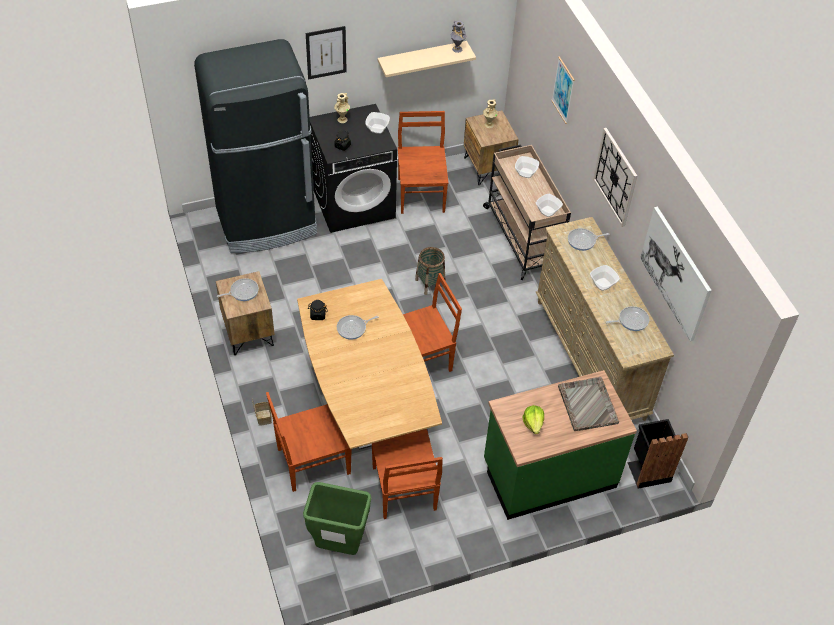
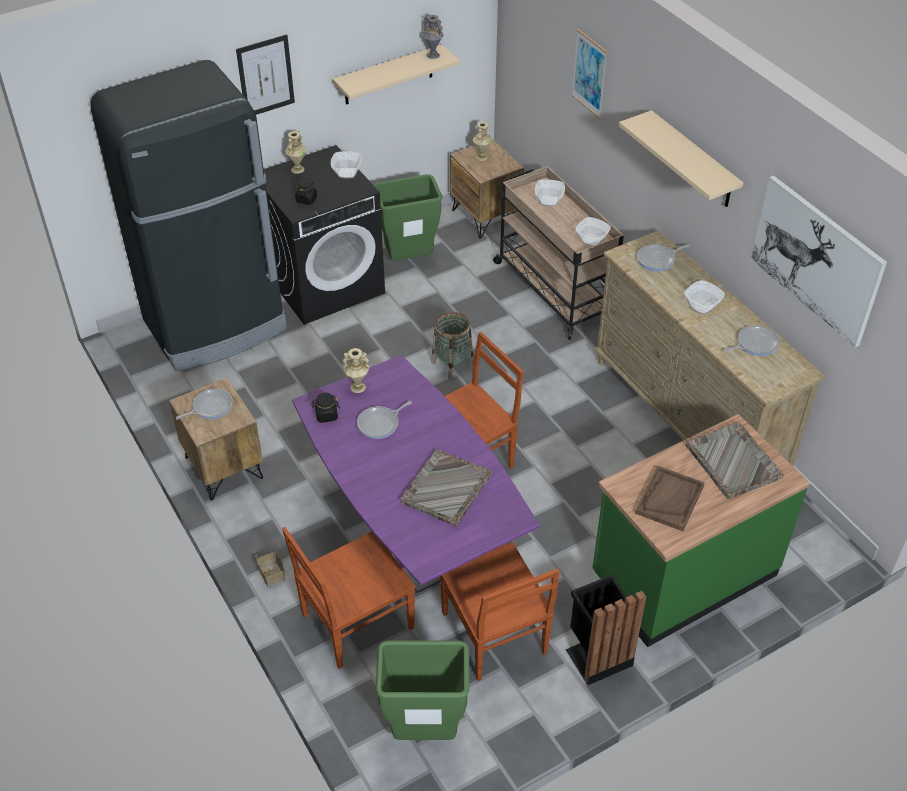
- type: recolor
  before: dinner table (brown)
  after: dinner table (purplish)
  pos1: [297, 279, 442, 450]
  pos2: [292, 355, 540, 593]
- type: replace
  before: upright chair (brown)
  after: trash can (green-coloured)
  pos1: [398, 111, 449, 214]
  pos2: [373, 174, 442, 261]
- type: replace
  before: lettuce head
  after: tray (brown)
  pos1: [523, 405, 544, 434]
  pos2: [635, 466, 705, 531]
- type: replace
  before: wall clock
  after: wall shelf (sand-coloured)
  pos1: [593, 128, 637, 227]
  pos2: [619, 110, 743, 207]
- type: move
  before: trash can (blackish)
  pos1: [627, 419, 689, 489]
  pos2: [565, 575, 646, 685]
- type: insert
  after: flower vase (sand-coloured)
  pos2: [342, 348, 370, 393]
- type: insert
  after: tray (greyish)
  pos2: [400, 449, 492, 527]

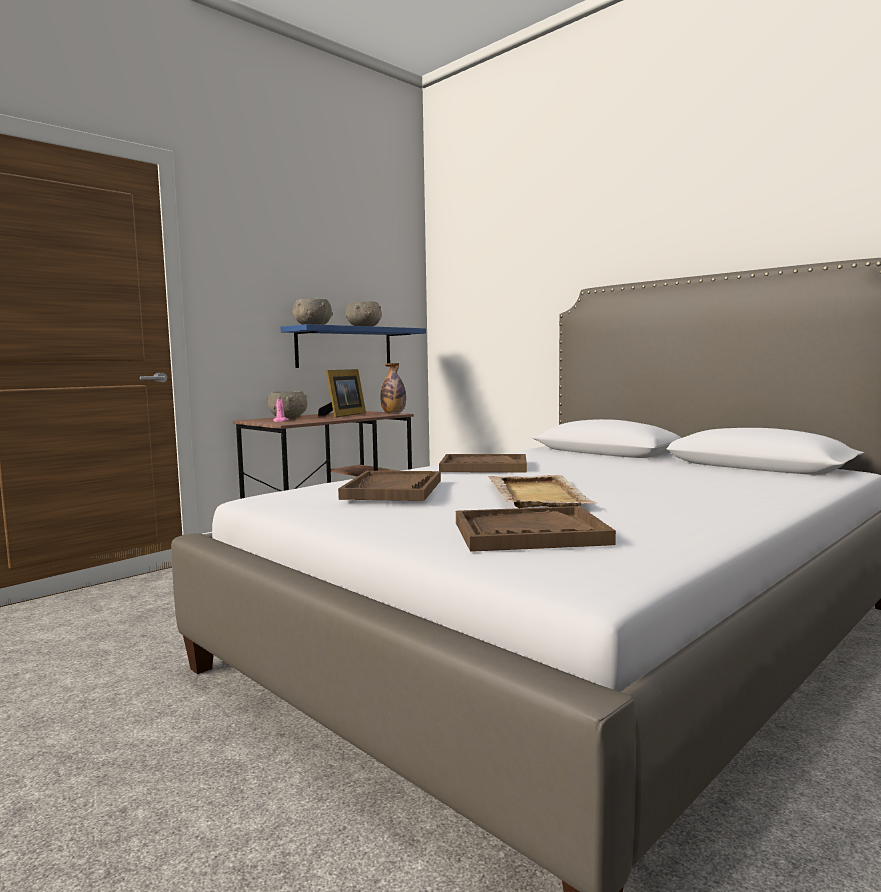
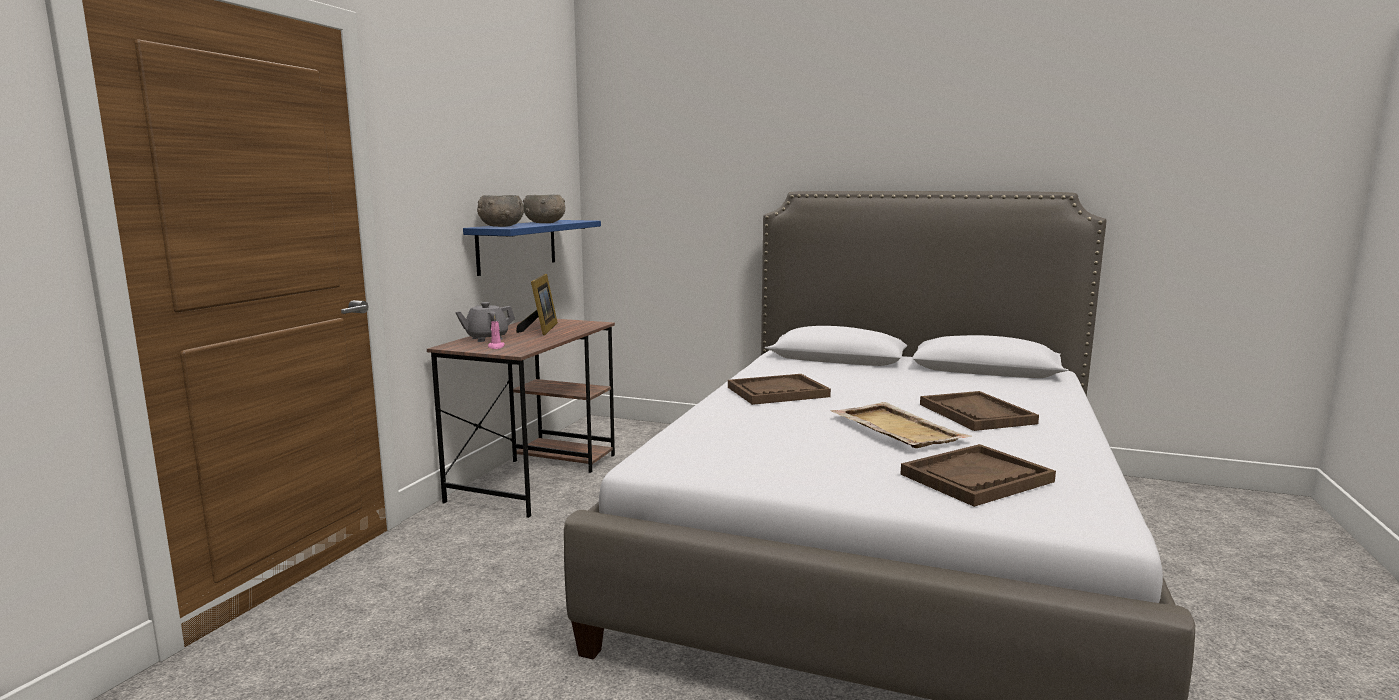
- type: replace
  before: deep dish (greyish)
  after: teapot (greyish)
  pos1: [267, 391, 308, 418]
  pos2: [455, 302, 515, 342]
- type: move
  before: tray (brown)
  pos1: [338, 471, 441, 501]
  pos2: [920, 391, 1039, 431]
- type: delete
  before: beverage bottle
  pos1: [380, 363, 406, 413]

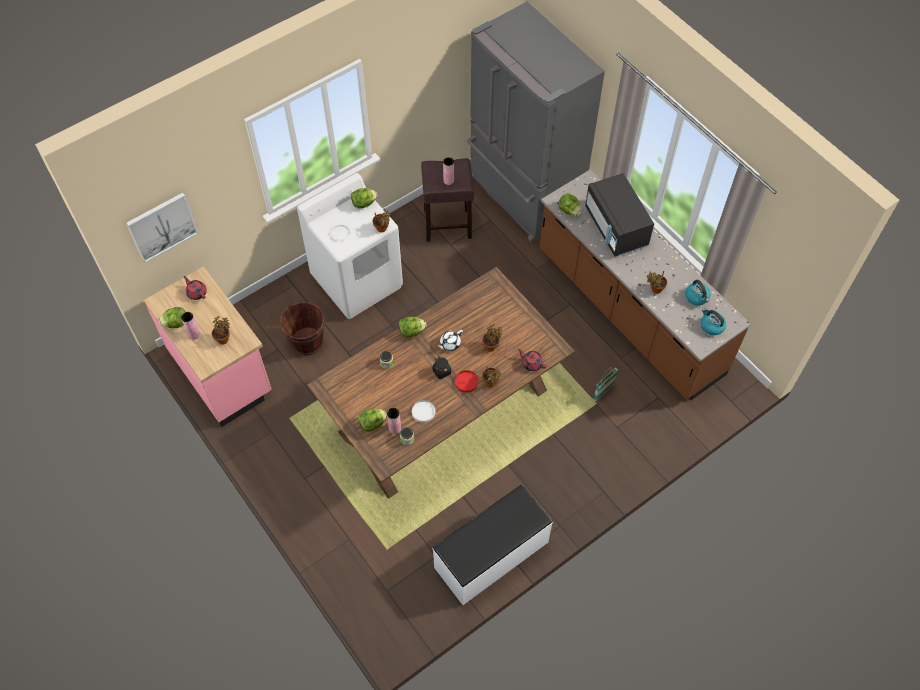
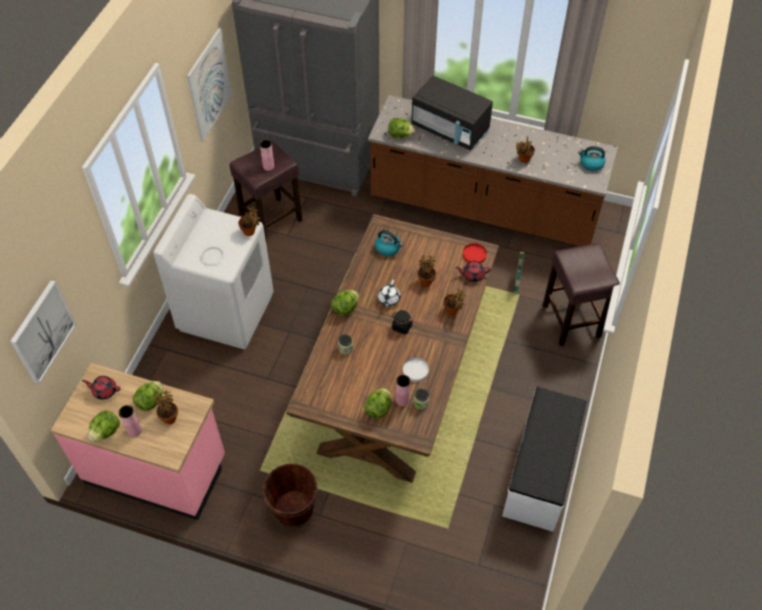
- type: move
  before: bucket (brown)
  pos1: [280, 302, 324, 355]
  pos2: [263, 464, 317, 528]
- type: move
  before: lettuce head
  pos1: [351, 188, 378, 209]
  pos2: [133, 381, 163, 411]
- type: move
  before: dinner plate (reddish)
  pos1: [455, 370, 478, 393]
  pos2: [463, 243, 487, 263]
- type: move
  before: kettle
  pos1: [685, 280, 710, 305]
  pos2: [375, 230, 403, 256]
- type: insert
  after: wall picture
  pos2: [187, 28, 232, 142]
- type: insert
  after: stool seat (brown)
  pos2: [543, 243, 620, 346]

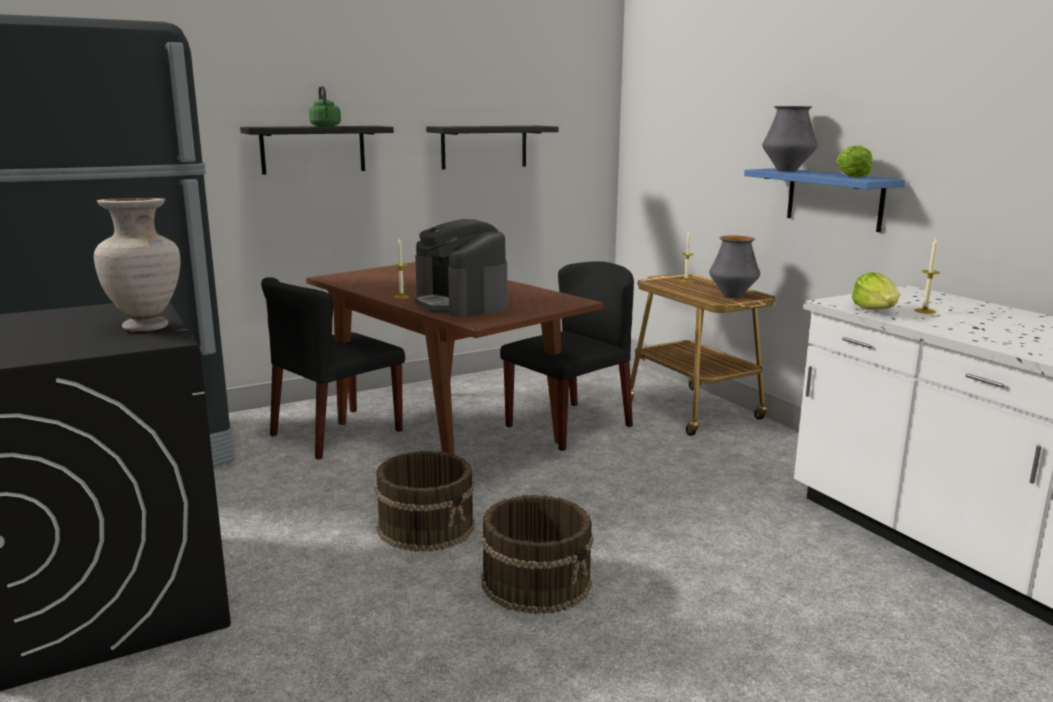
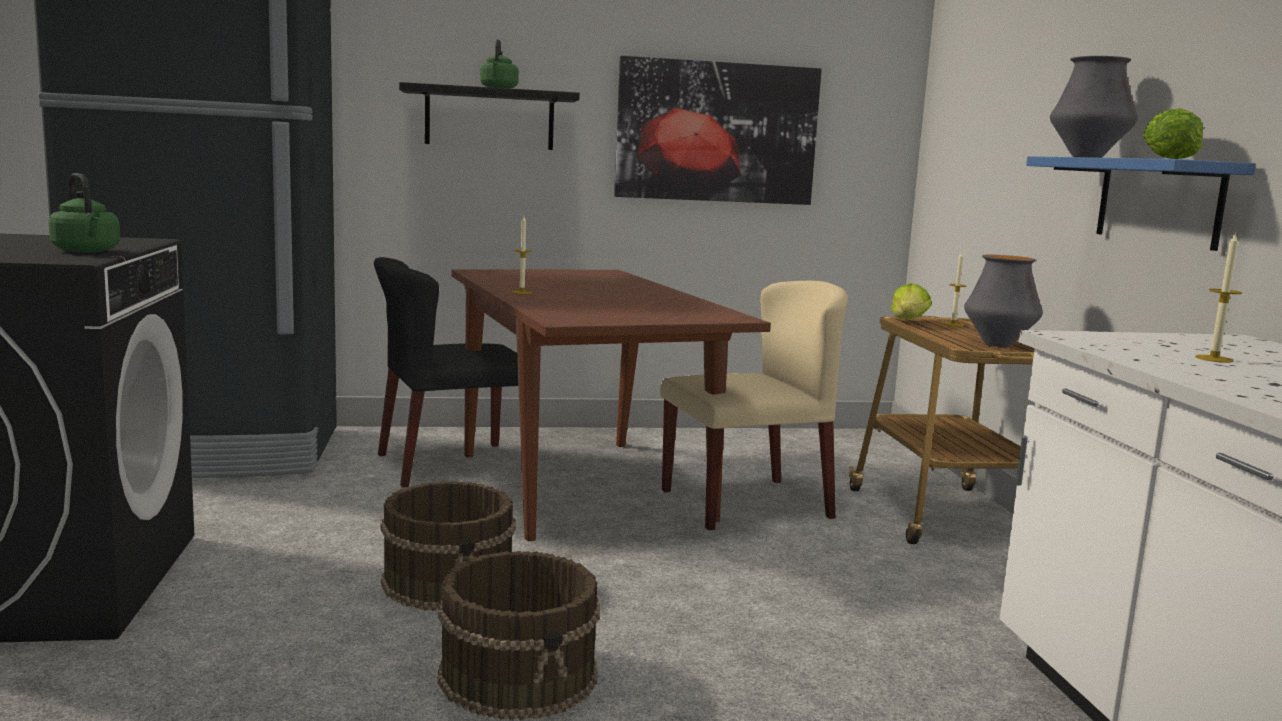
- type: replace
  before: flower vase (sand-coloured)
  after: kettle (green-coloured)
  pos1: [94, 198, 180, 331]
  pos2: [48, 173, 120, 253]
- type: delete
  before: coffee machine
  pos1: [414, 219, 508, 317]
- type: replace
  before: wall shelf (blackish)
  after: wall picture
  pos1: [426, 126, 559, 170]
  pos2: [614, 56, 822, 205]
- type: recolor
  before: upright chair (blackish)
  after: upright chair (sand-coloured)
  pos1: [500, 261, 634, 451]
  pos2: [660, 281, 848, 530]
- type: move
  before: lettuce head
  pos1: [852, 272, 900, 310]
  pos2: [891, 283, 932, 319]

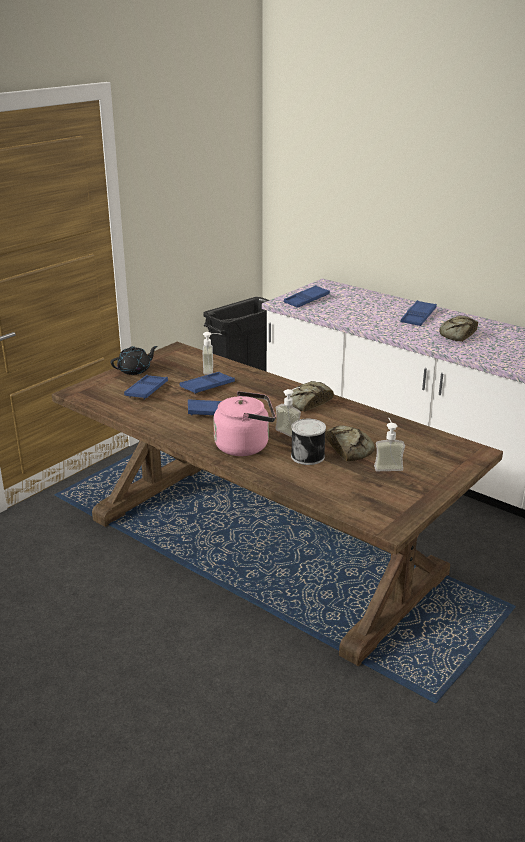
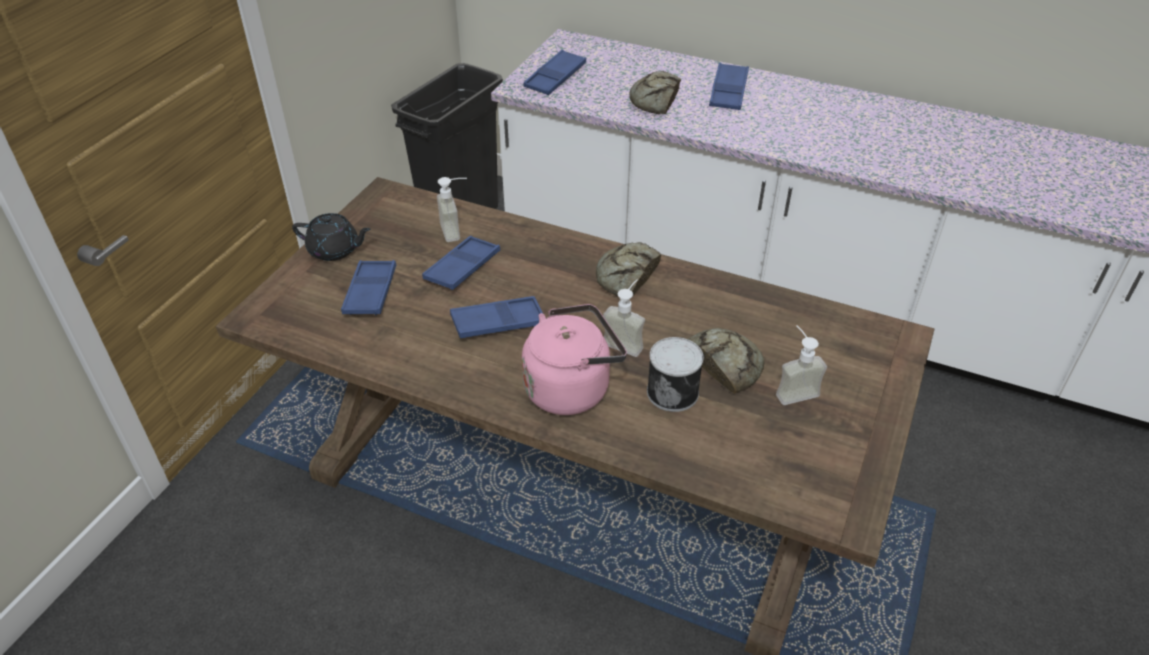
- type: rotate
  before: teapot (blackish)
  pos1: [111, 346, 158, 375]
  pos2: [292, 213, 371, 261]
  turn: 60
- type: move
  before: bakery bread
  pos1: [439, 315, 478, 342]
  pos2: [629, 71, 681, 114]

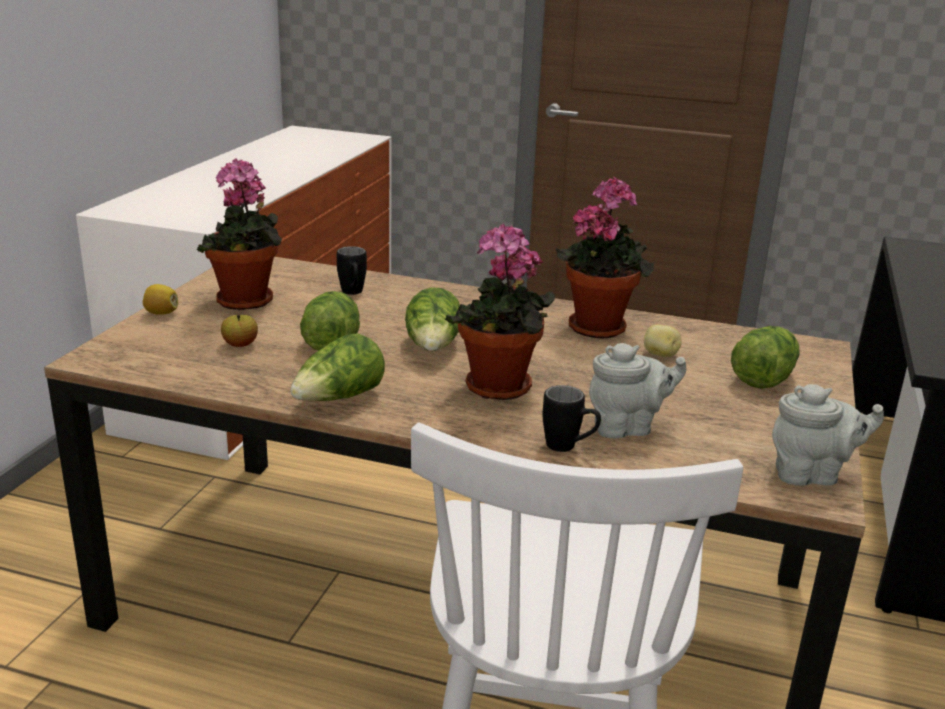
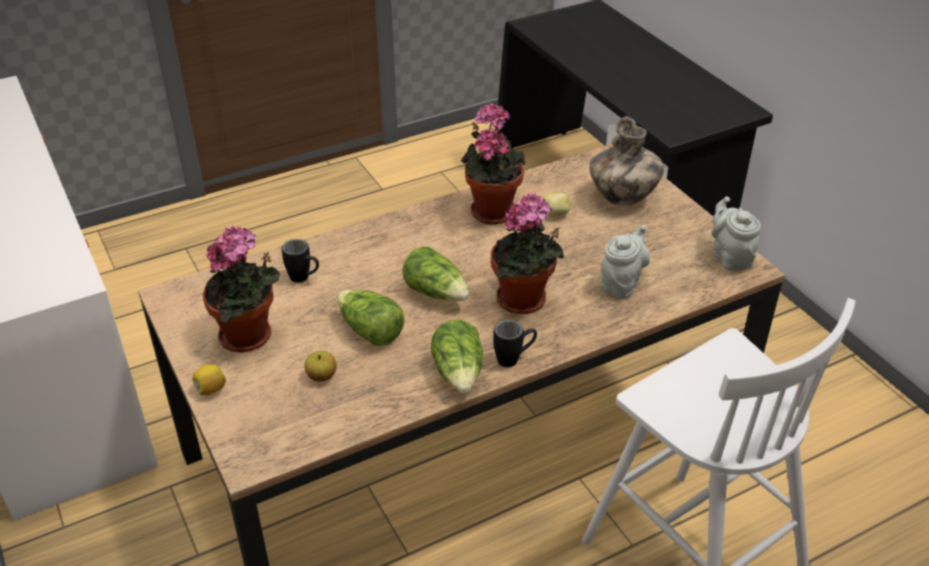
- type: move
  before: coffee mug (blackish)
  pos1: [543, 385, 601, 452]
  pos2: [493, 320, 537, 367]
- type: replace
  before: lettuce head
  after: flower vase
  pos1: [731, 326, 800, 389]
  pos2: [590, 116, 664, 206]
- type: rotate
  before: teapot (greyish)
  pos1: [772, 384, 884, 486]
  pos2: [711, 196, 761, 270]
  turn: -60

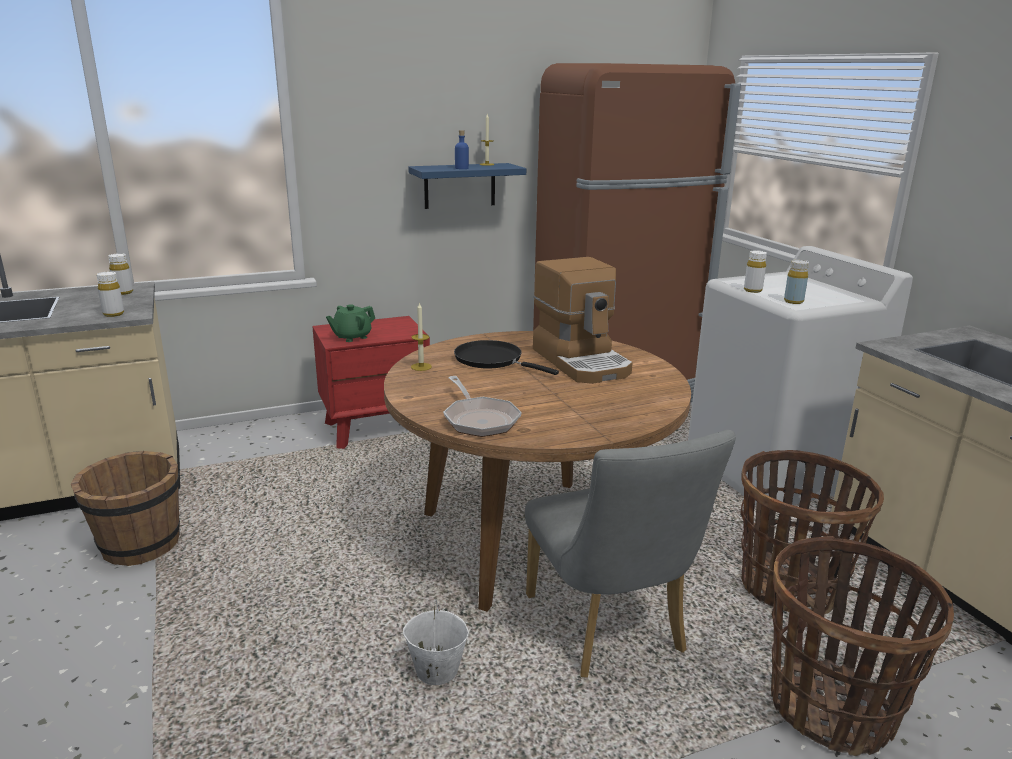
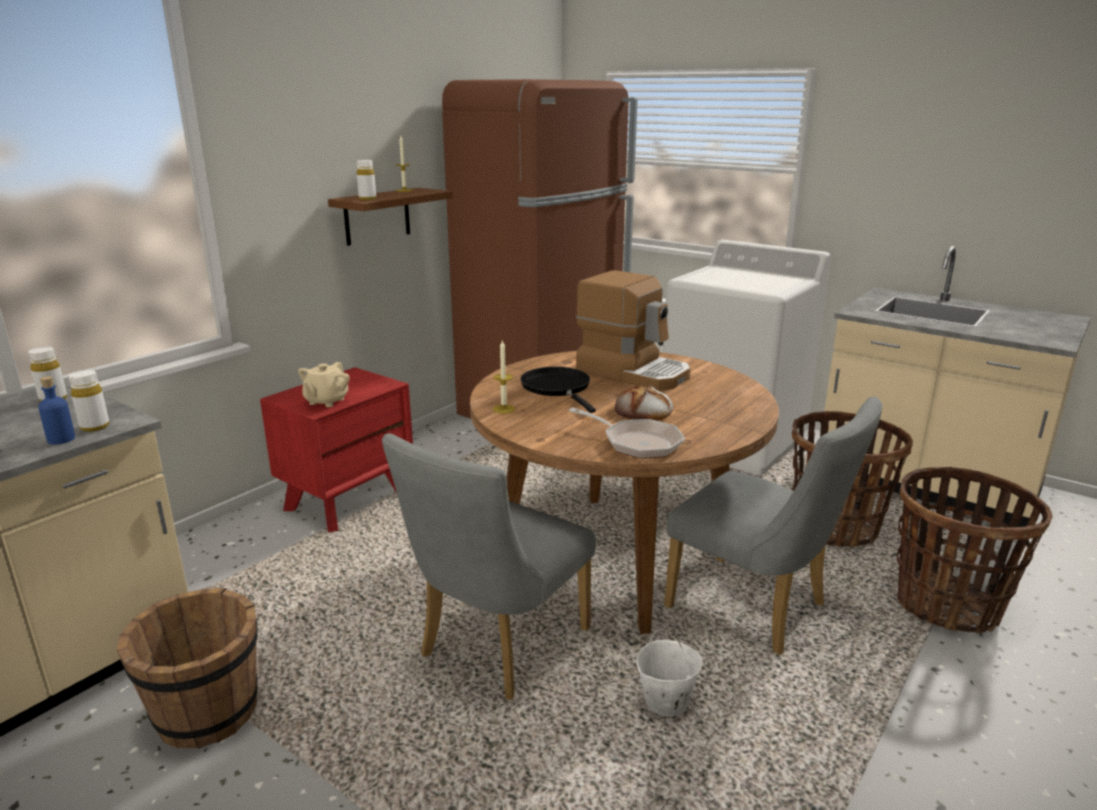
- type: recolor
  before: teapot (green-coloured)
  after: teapot (sand-coloured)
  pos1: [326, 304, 375, 342]
  pos2: [298, 362, 350, 407]
- type: recolor
  before: wall shelf (blue-coloured)
  after: wall shelf (brown)
  pos1: [408, 163, 526, 209]
  pos2: [328, 188, 453, 246]
- type: rotate
  before: pan (blackish)
  pos1: [454, 340, 559, 375]
  pos2: [520, 367, 596, 413]
  turn: 60
- type: move
  before: beverage bottle (blue-coloured)
  pos1: [455, 130, 469, 169]
  pos2: [38, 376, 75, 445]
- type: move
  before: beverage bottle (white)
  pos1: [744, 250, 767, 293]
  pos2: [357, 160, 376, 200]
- type: delete
  before: beverage bottle (yellow-coloured)
  pos1: [784, 260, 809, 304]
- type: insert
  after: upright chair (greyish)
  pos2: [382, 433, 596, 700]
- type: insert
  after: bakery bread
  pos2: [615, 385, 673, 421]

